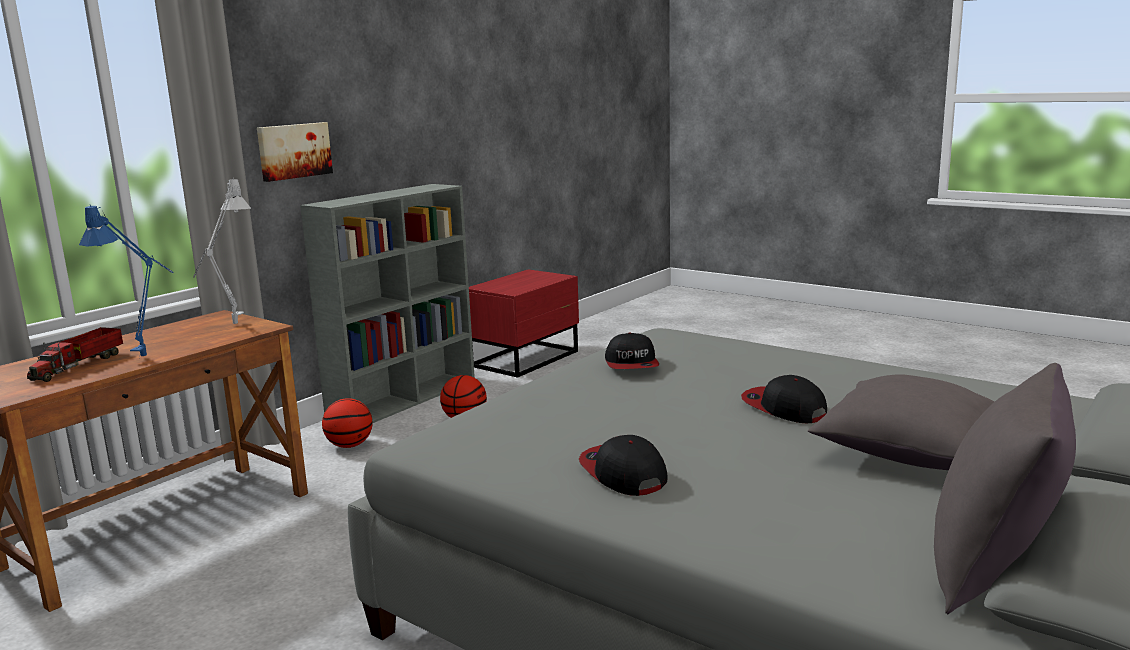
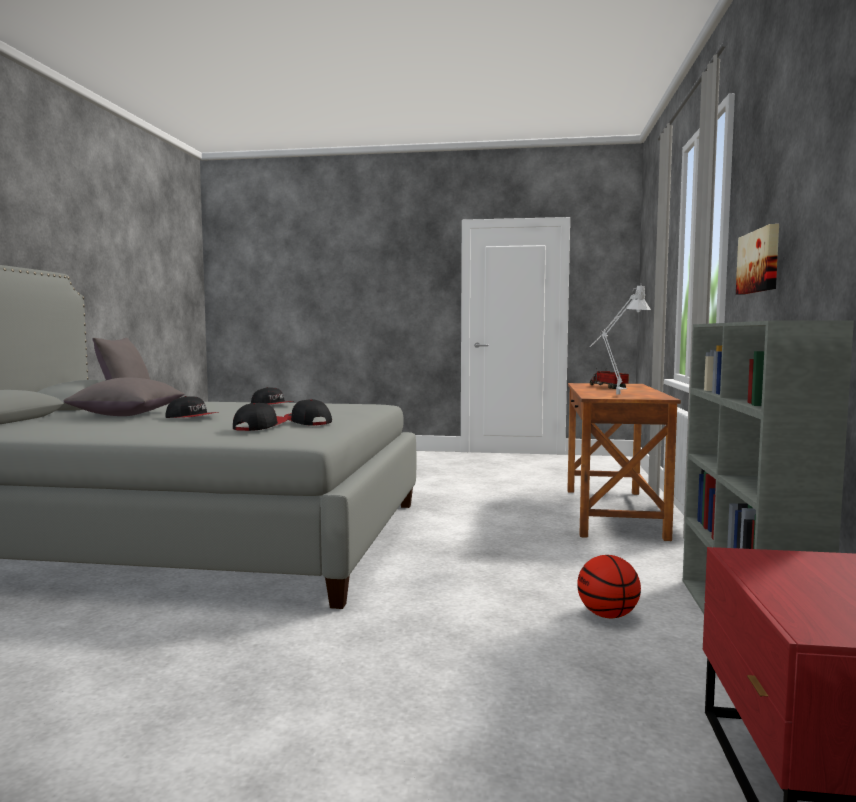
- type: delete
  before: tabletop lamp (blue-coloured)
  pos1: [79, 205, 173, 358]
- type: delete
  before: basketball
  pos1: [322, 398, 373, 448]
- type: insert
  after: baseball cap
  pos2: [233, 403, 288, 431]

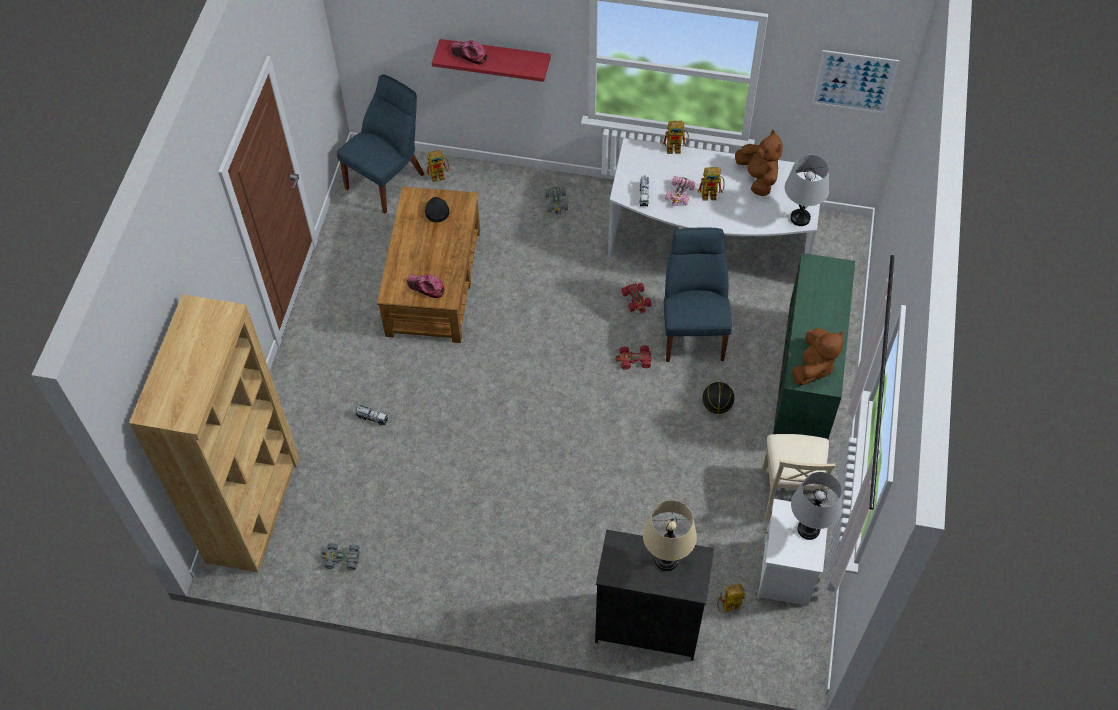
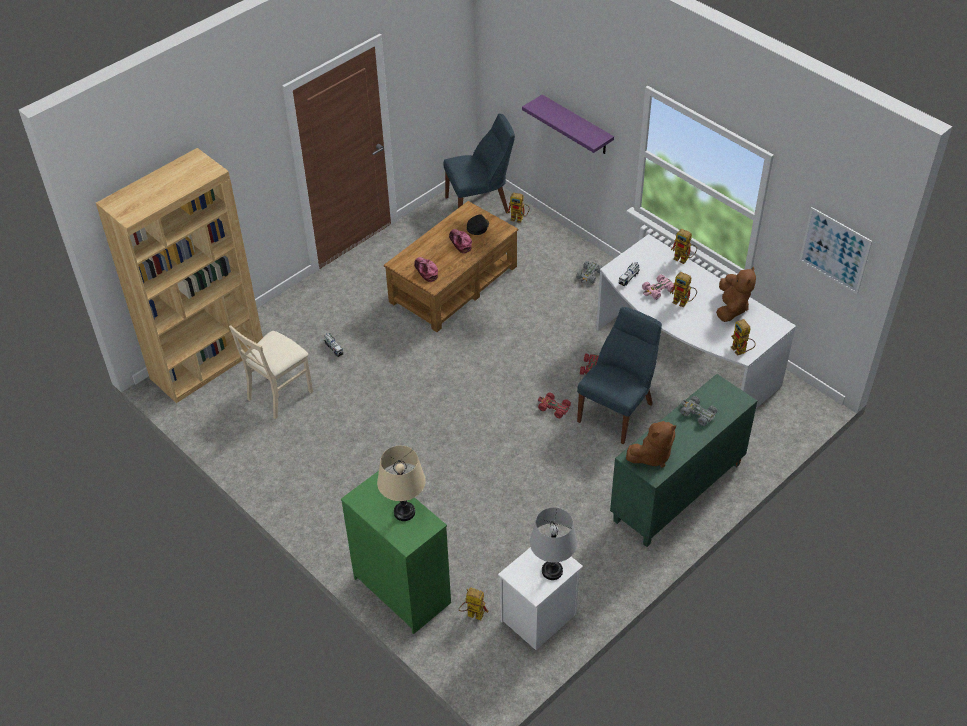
- type: move
  before: model car (greyish)
  pos1: [320, 543, 360, 570]
  pos2: [681, 396, 717, 426]
- type: recolor
  before: wall shelf (reddish)
  after: wall shelf (purplish)
  pos1: [432, 39, 551, 82]
  pos2: [522, 95, 614, 154]
- type: move
  before: baseball cap
  pos1: [451, 40, 488, 65]
  pos2: [449, 229, 472, 253]
- type: recolor
  before: chest of drawers (blackish)
  after: chest of drawers (green-coloured)
  pos1: [595, 530, 714, 661]
  pos2: [341, 471, 451, 634]
- type: delete
  before: basketball
  pos1: [702, 382, 734, 414]
- type: move
  before: upright chair (sand-coloured)
  pos1: [762, 434, 835, 520]
  pos2: [229, 325, 313, 419]
- type: replace
  before: tabletop lamp (greyish)
  after: toy robot
  pos1: [785, 155, 829, 226]
  pos2: [731, 319, 756, 356]

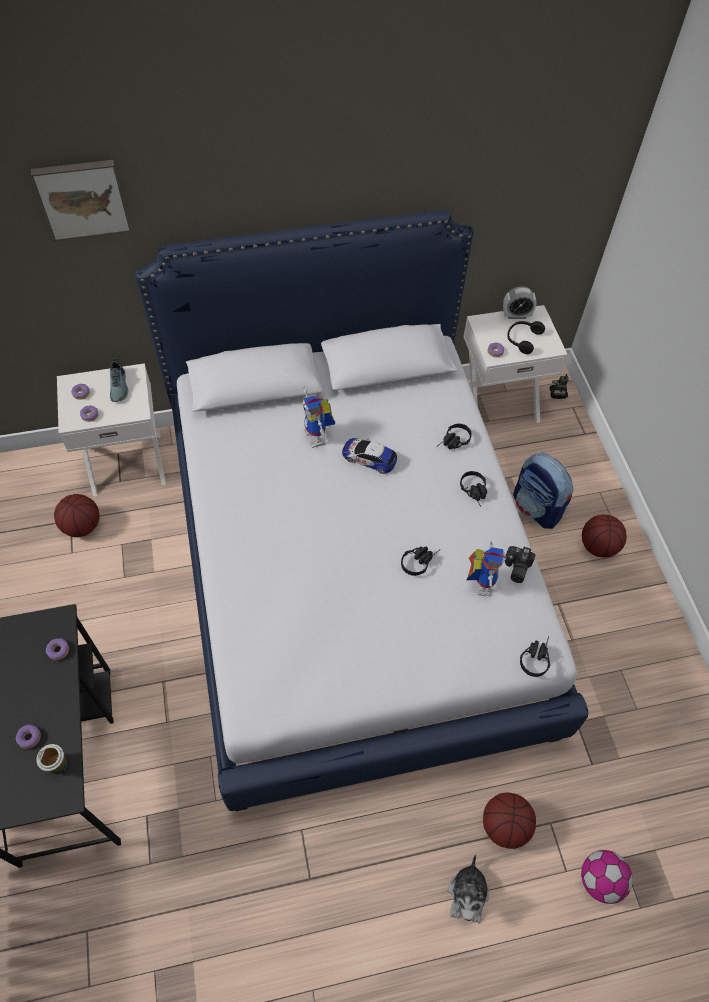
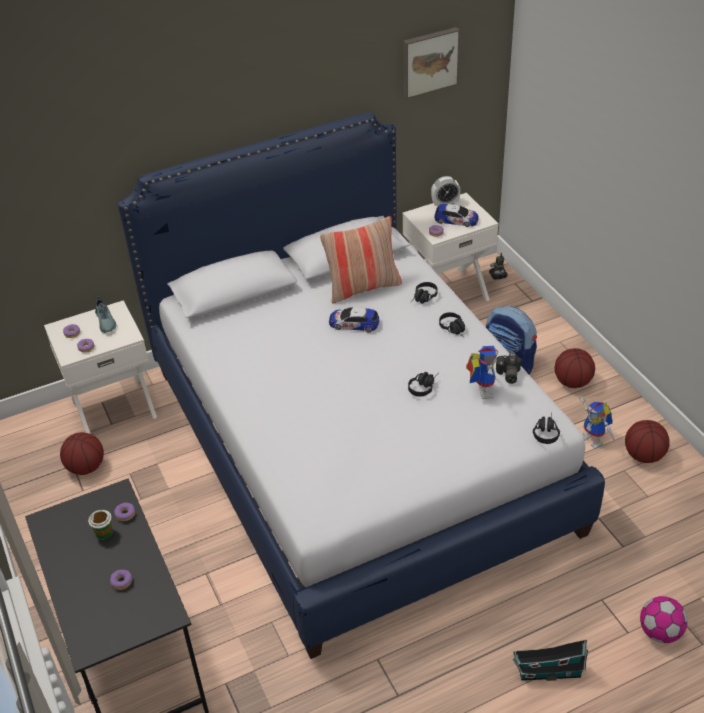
- type: move
  before: wall picture
  pos1: [31, 160, 131, 241]
  pos2: [403, 27, 460, 99]
- type: move
  before: drinking cup
  pos1: [36, 744, 67, 774]
  pos2: [88, 510, 112, 540]
- type: move
  before: toy robot
  pos1: [303, 385, 335, 448]
  pos2: [579, 396, 616, 449]
- type: replace
  before: soft toy
  after: miniature house
  pos1: [448, 855, 489, 923]
  pos2: [513, 640, 588, 681]
- type: move
  before: basketball
  pos1: [483, 792, 536, 849]
  pos2: [625, 420, 670, 463]
- type: replace
  before: headset (blackish)
  after: model car
  pos1: [507, 321, 545, 354]
  pos2: [434, 204, 479, 227]
- type: insert
  after: throw pillow
  pos2: [320, 216, 402, 304]

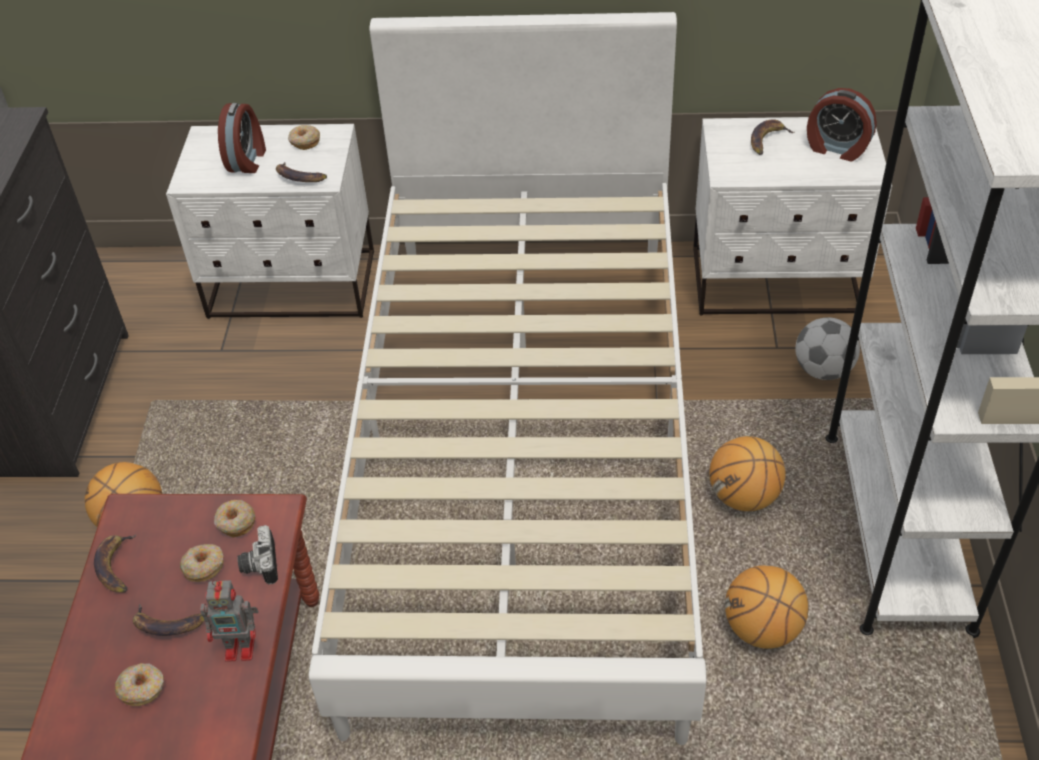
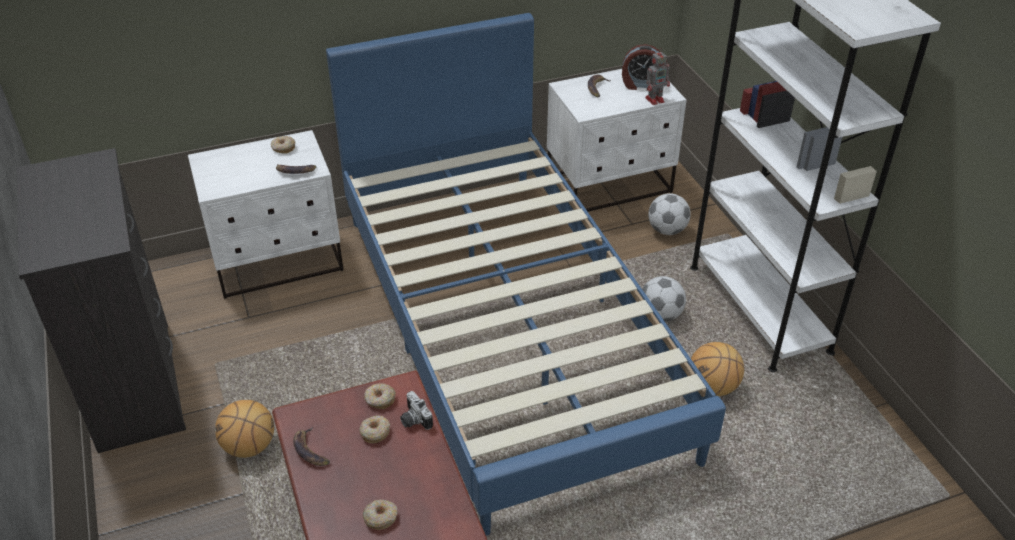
- type: delete
  before: whole banana
  pos1: [133, 604, 204, 636]
- type: move
  before: toy robot
  pos1: [200, 580, 259, 662]
  pos2: [645, 49, 670, 105]
- type: delete
  before: alarm clock
  pos1: [218, 103, 266, 173]
- type: recolor
  before: bed (white)
  after: bed (blue-coloured)
  pos1: [309, 12, 707, 745]
  pos2: [326, 13, 726, 536]
- type: replace
  before: basketball
  after: football
  pos1: [709, 436, 785, 511]
  pos2: [642, 276, 686, 322]

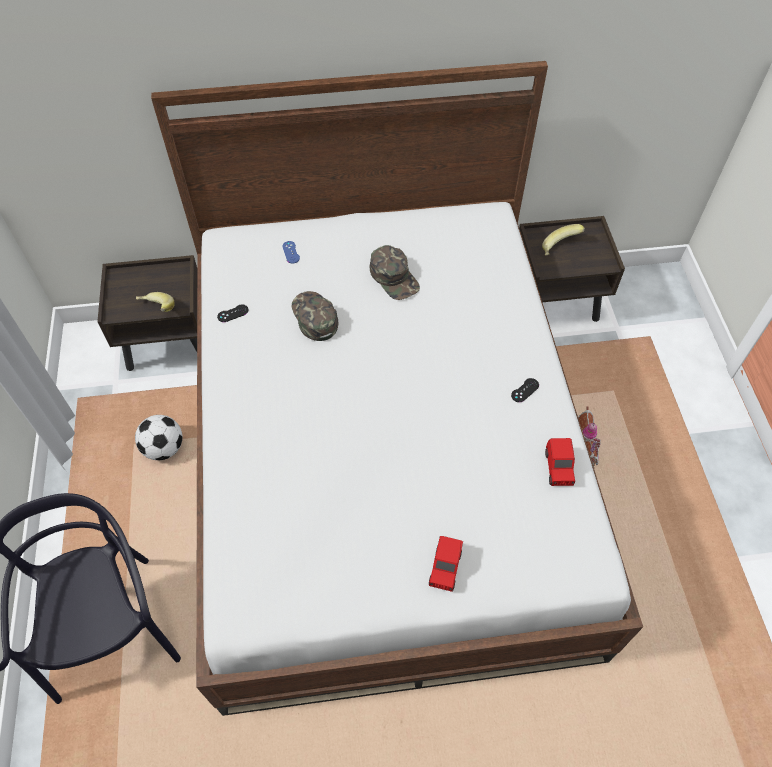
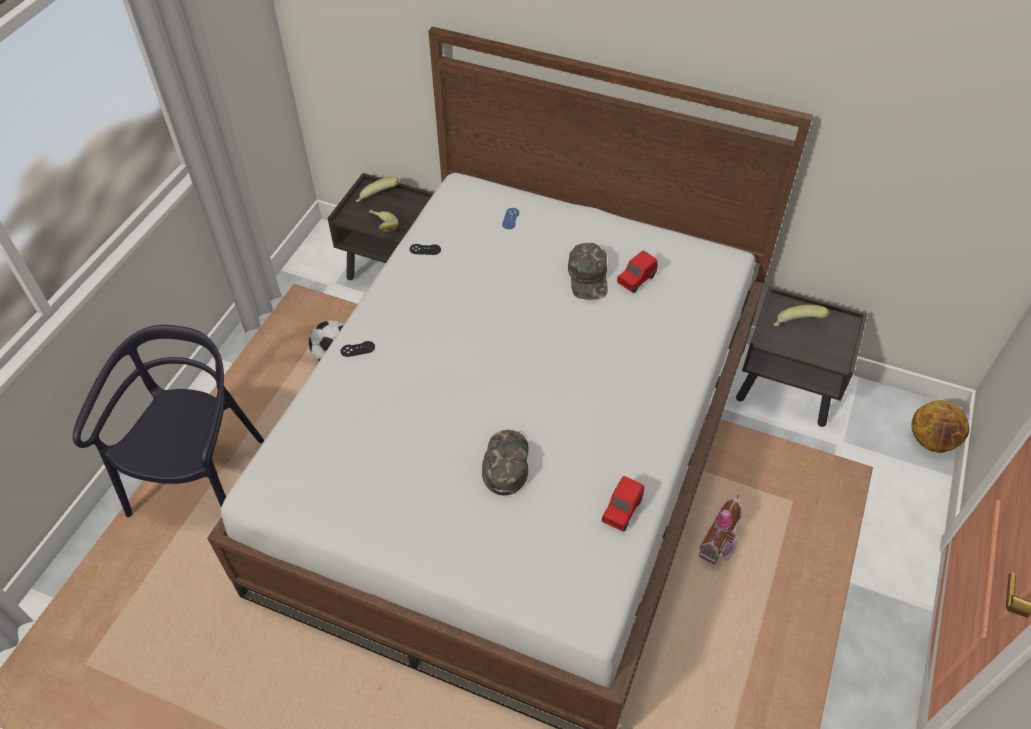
- type: move
  before: baseball cap (green-coloured)
  pos1: [291, 291, 338, 341]
  pos2: [482, 430, 528, 495]
- type: move
  before: model car (reddish)
  pos1: [429, 536, 463, 592]
  pos2: [617, 251, 658, 293]
- type: move
  before: game controller (blackish)
  pos1: [511, 378, 539, 402]
  pos2: [341, 341, 375, 357]
- type: insert
  after: whole banana
  pos2: [356, 176, 400, 202]
- type: insert
  after: basketball
  pos2: [911, 400, 969, 453]

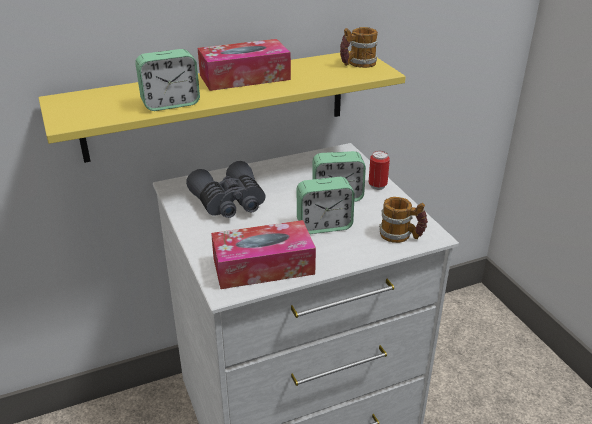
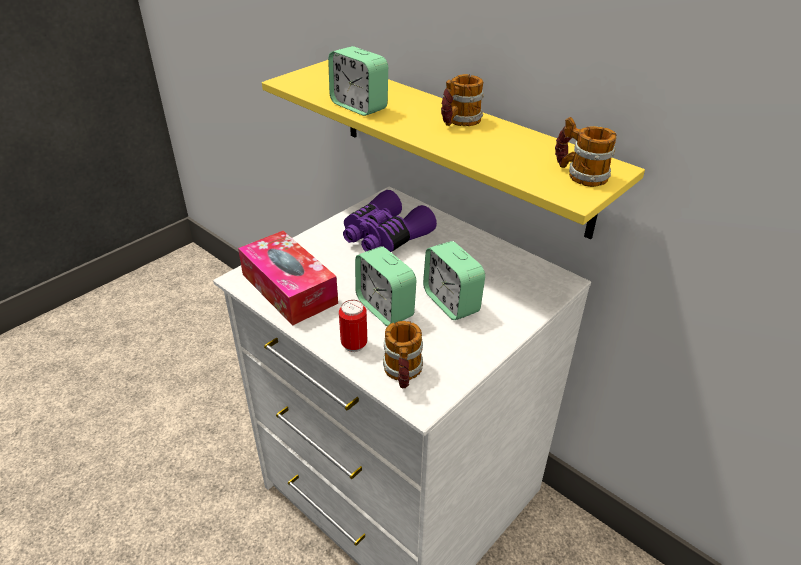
- type: recolor
  before: binoculars (greyish)
  after: binoculars (purplish)
  pos1: [186, 161, 266, 218]
  pos2: [343, 190, 437, 252]
- type: replace
  before: tissue box
  after: coffee mug
  pos1: [198, 39, 291, 91]
  pos2: [441, 74, 484, 126]
- type: move
  before: metal can
  pos1: [369, 151, 390, 190]
  pos2: [339, 300, 367, 352]

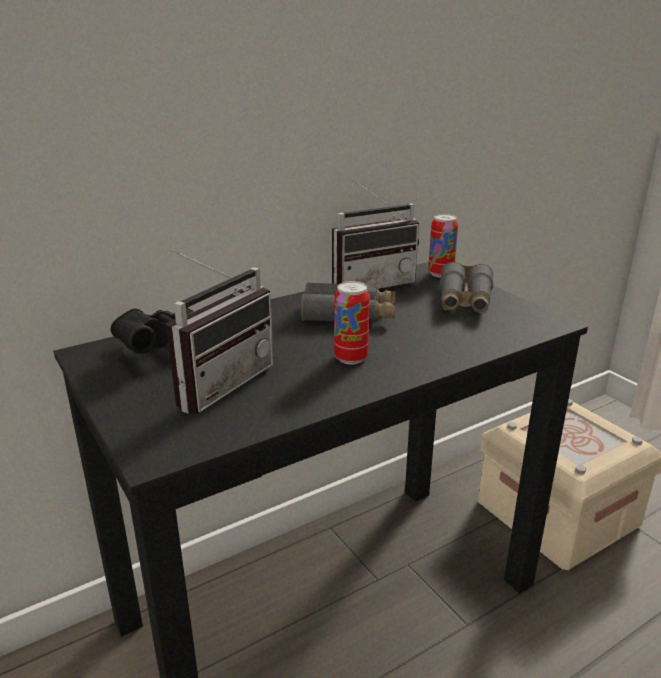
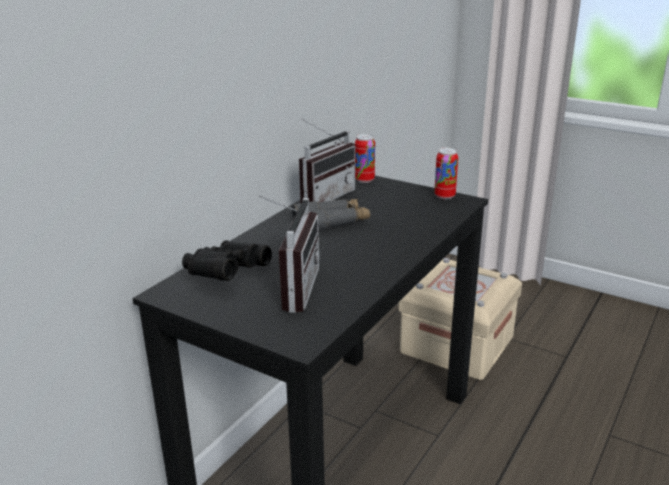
- type: move
  before: metal can
  pos1: [334, 281, 370, 365]
  pos2: [434, 148, 458, 199]
- type: delete
  before: binoculars (greyish)
  pos1: [440, 262, 493, 313]

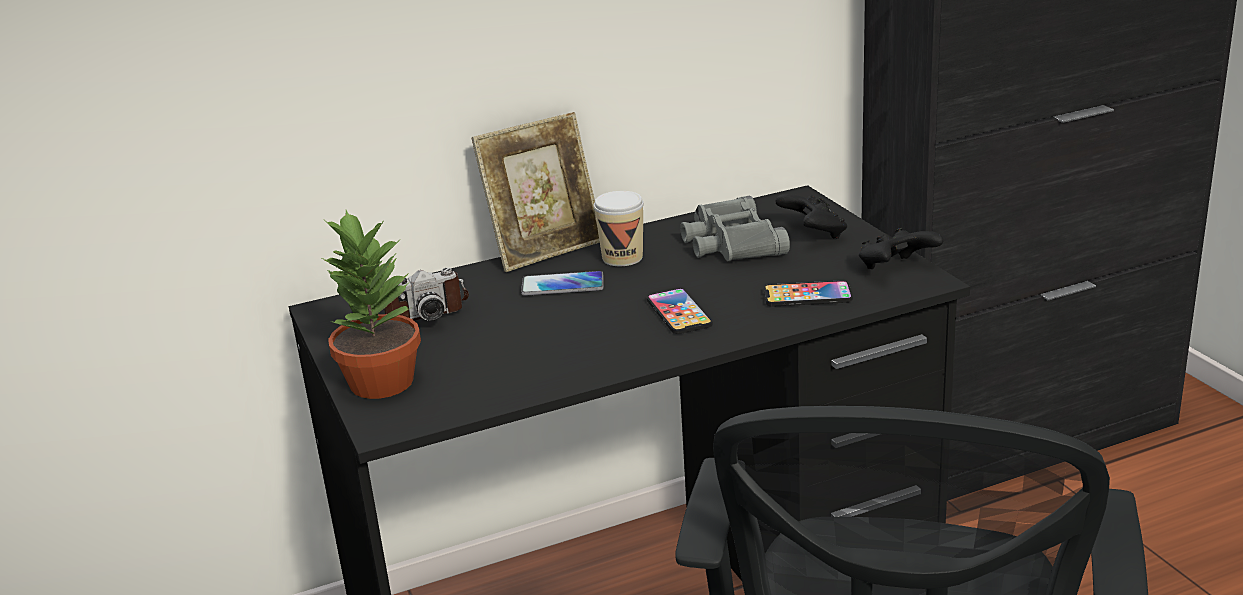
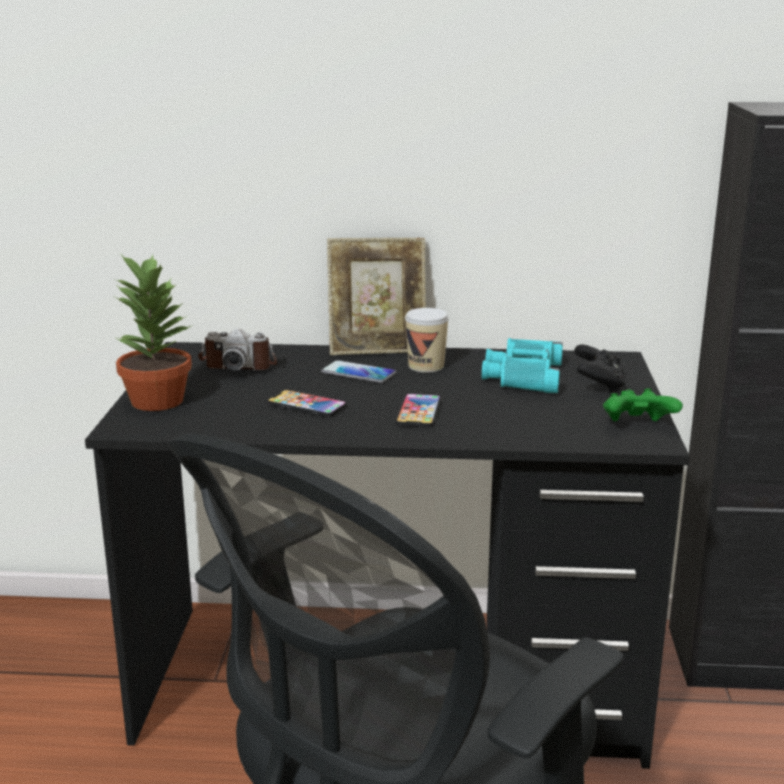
- type: recolor
  before: binoculars (greyish)
  after: binoculars (turquoise-coloured)
  pos1: [680, 195, 790, 261]
  pos2: [482, 338, 563, 394]
- type: move
  before: handset
  pos1: [764, 280, 853, 307]
  pos2: [267, 390, 347, 417]
- type: recolor
  before: game controller (blackish)
  after: game controller (green-coloured)
  pos1: [859, 228, 944, 269]
  pos2: [603, 389, 683, 421]

